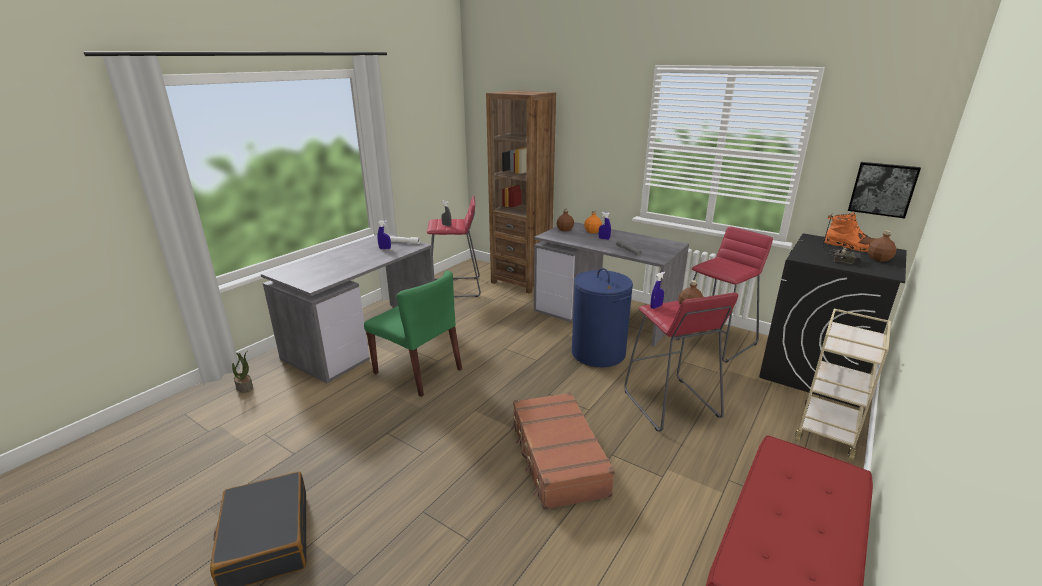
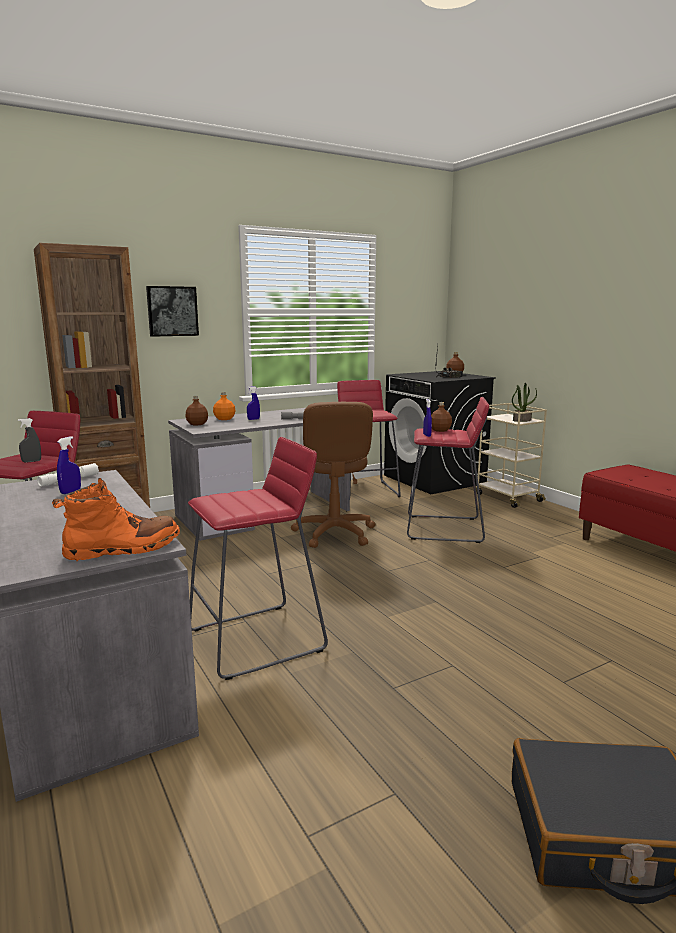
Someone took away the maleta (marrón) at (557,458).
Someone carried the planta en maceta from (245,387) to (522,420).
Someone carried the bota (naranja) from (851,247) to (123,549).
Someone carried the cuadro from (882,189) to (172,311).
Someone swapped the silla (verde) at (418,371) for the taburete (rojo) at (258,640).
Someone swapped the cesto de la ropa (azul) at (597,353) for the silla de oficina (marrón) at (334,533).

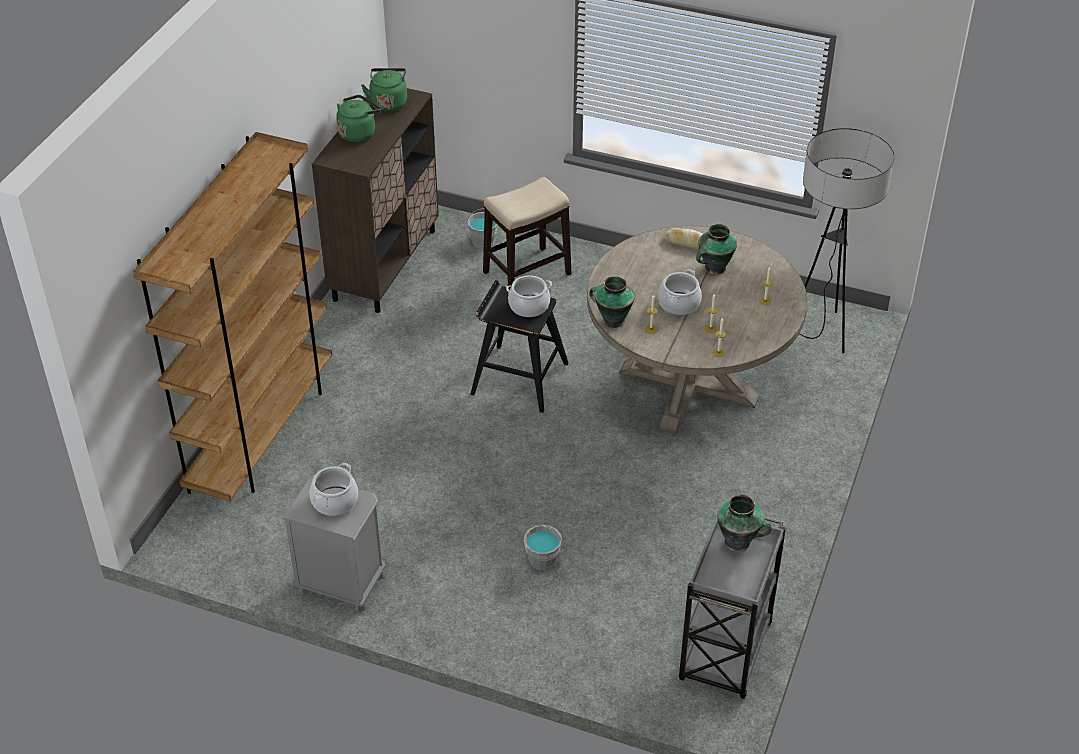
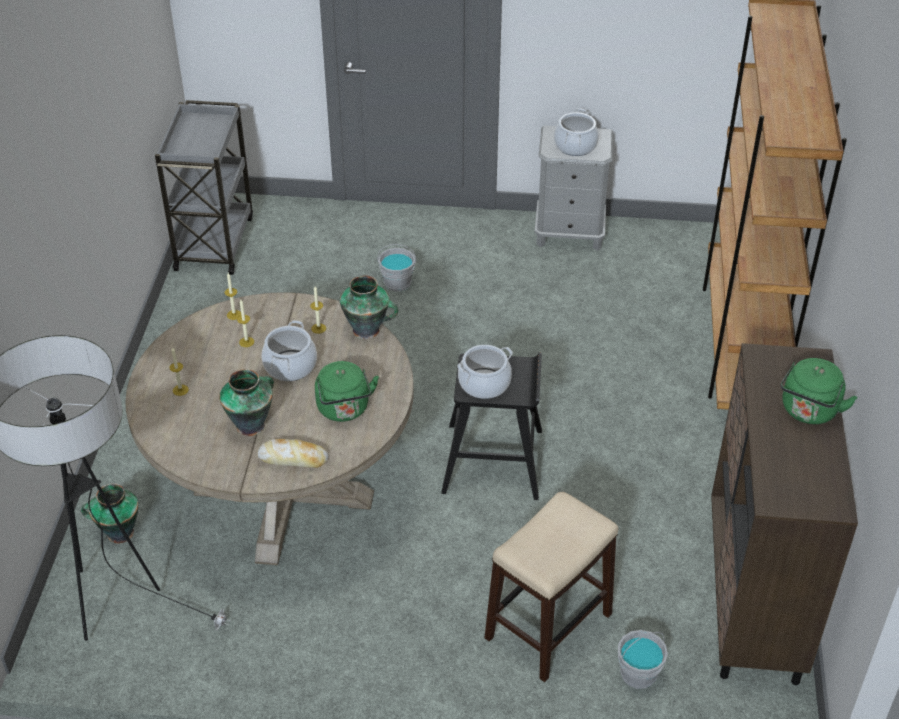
Someone carried the hervidor (verde) from (388,102) to (344,410).
Someone carried the florero from (738,542) to (118,533).

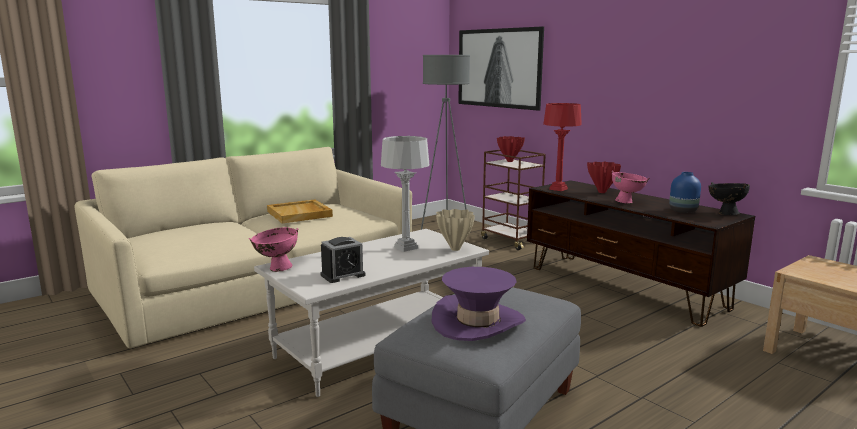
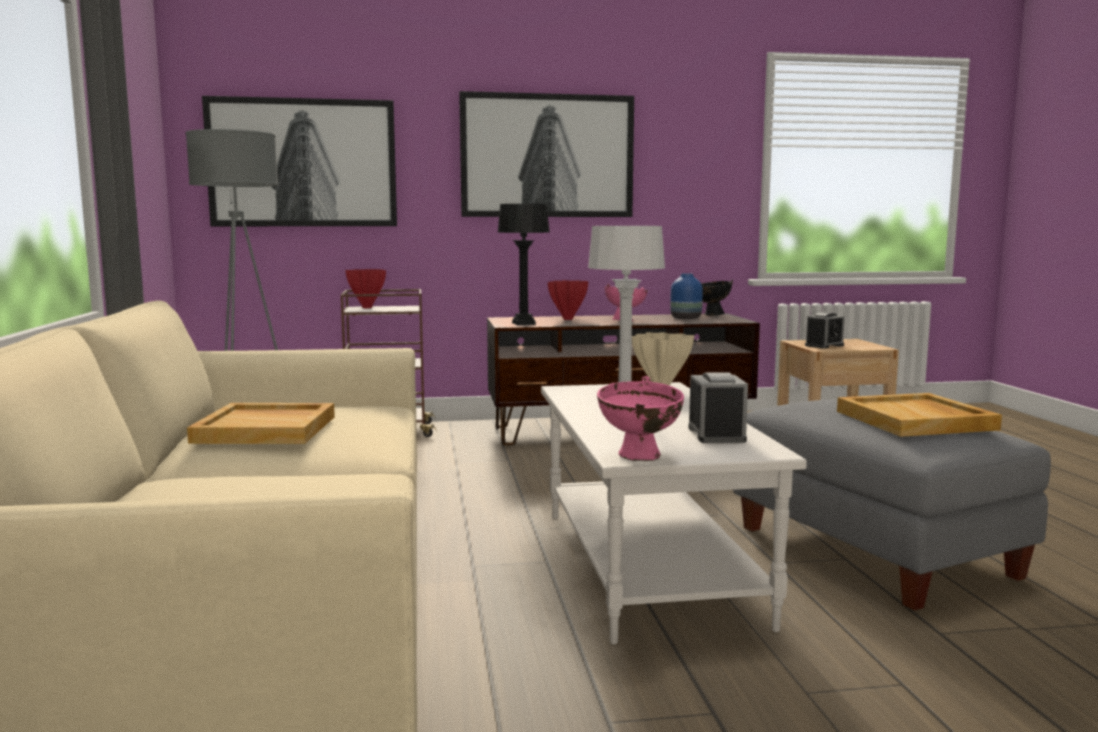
Someone put up the cuadro at (547,156).
Someone put down the despertador at (824,345).
Someone swapped the sombrero (morado) at (478,322) for the bandeja (beis) at (916,420).
Someone repainted the lámpara de mesa (rojo) at (558,189), which became the lámpara de mesa (negro) at (524,323).

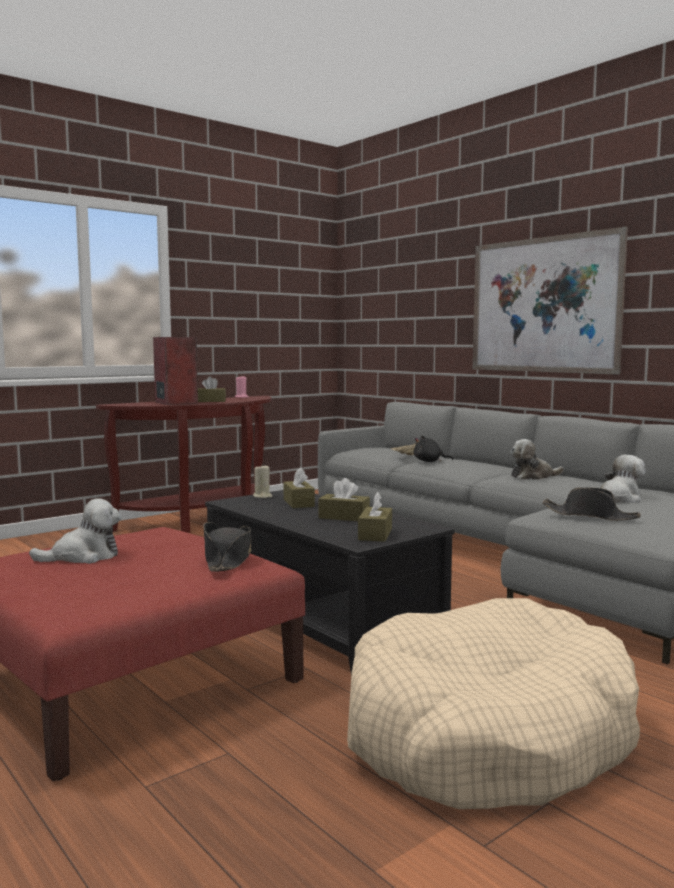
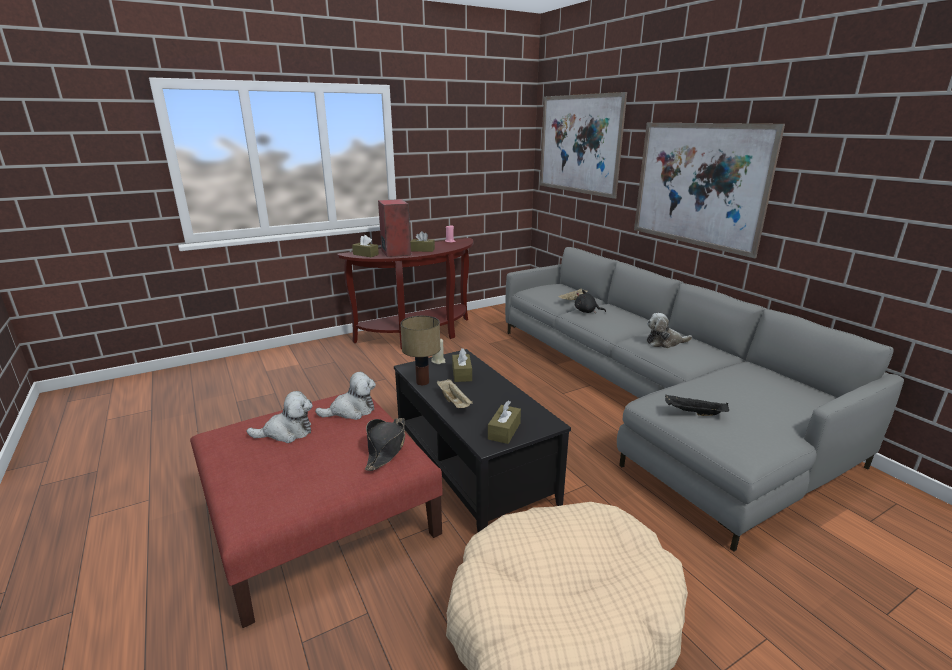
Someone put down the lámpara de mesa at (423,382).
Someone put down the bandeja (beis) at (454,402).
Someone put up the cuadro at (578,144).
Someone carried the caja de pañuelos (marrón) from (344,517) to (365,254).
Someone carried the peluche from (618,499) to (351,411).
Someone swapped the sombrero (negro) at (590,515) for the bandeja (negro) at (693,413).

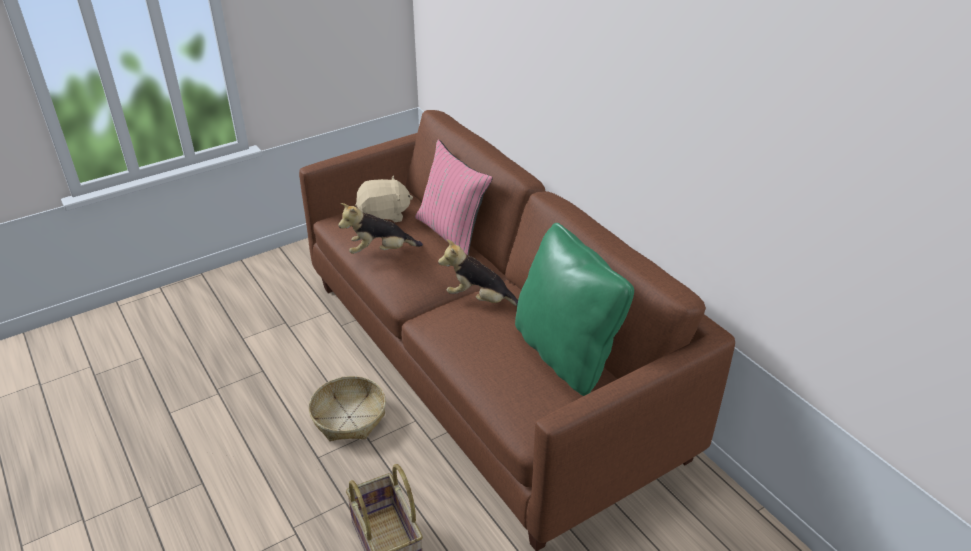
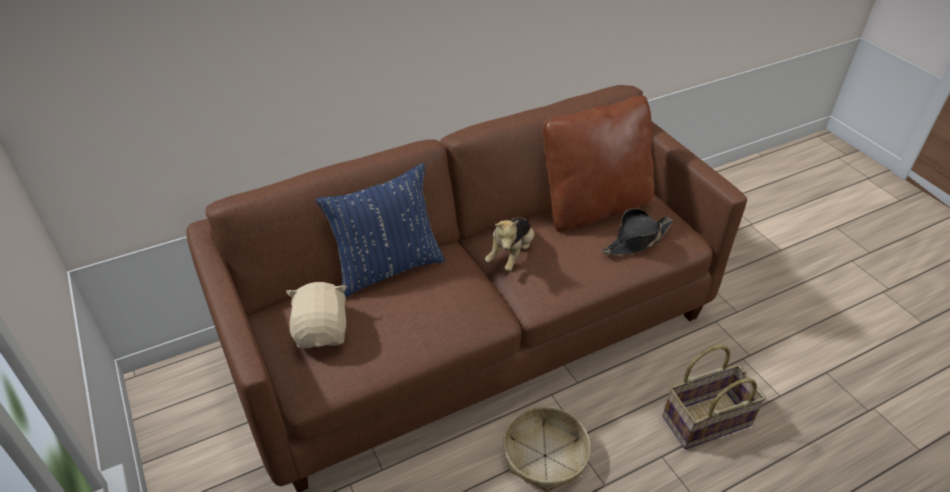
Someone took away the peluche at (380,251).
Someone put down the sombrero (negro) at (637,240).
Someone repainted the cojín (rosa) at (452,234), which became the cojín (azul) at (387,268).
Someone repainted the cojín (verde) at (566,354), which became the cojín (marrón) at (594,207).

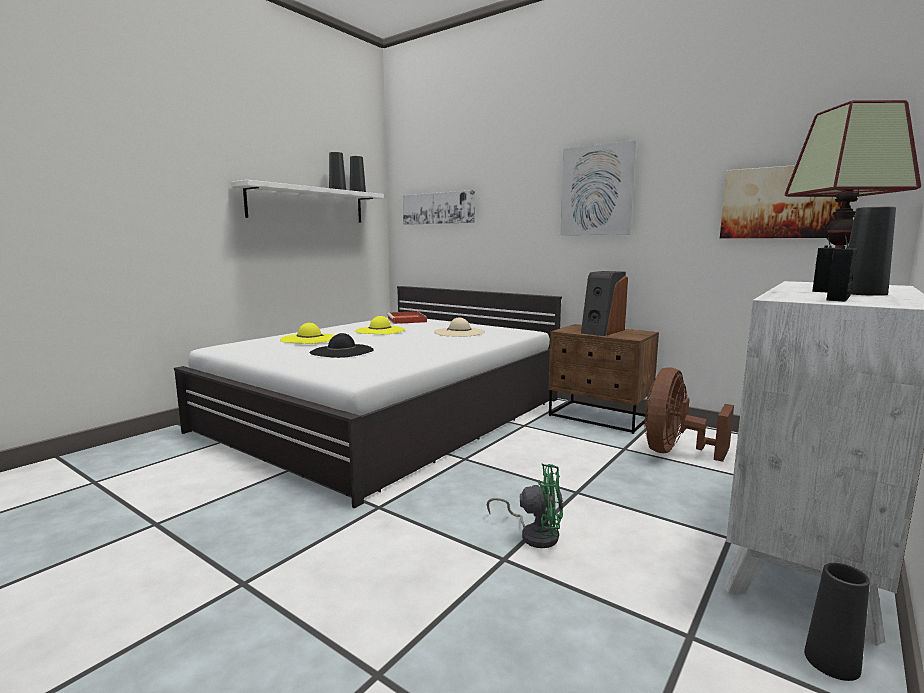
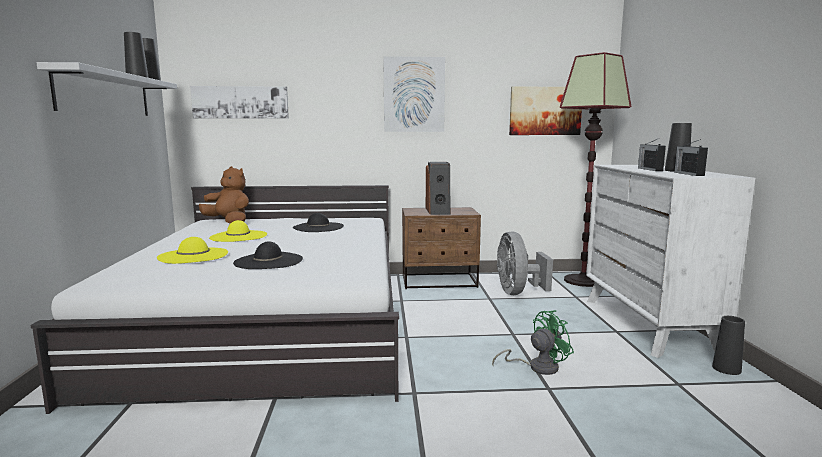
Someone swapped the bandeja (rojo) at (407,320) for the peluche (marrón) at (229,222).
Someone repainted the sombrero (beis) at (459,332), which became the sombrero (negro) at (318,227).
Someone repainted the ventilador (marrón) at (675,452), which became the ventilador (gris) at (518,292).

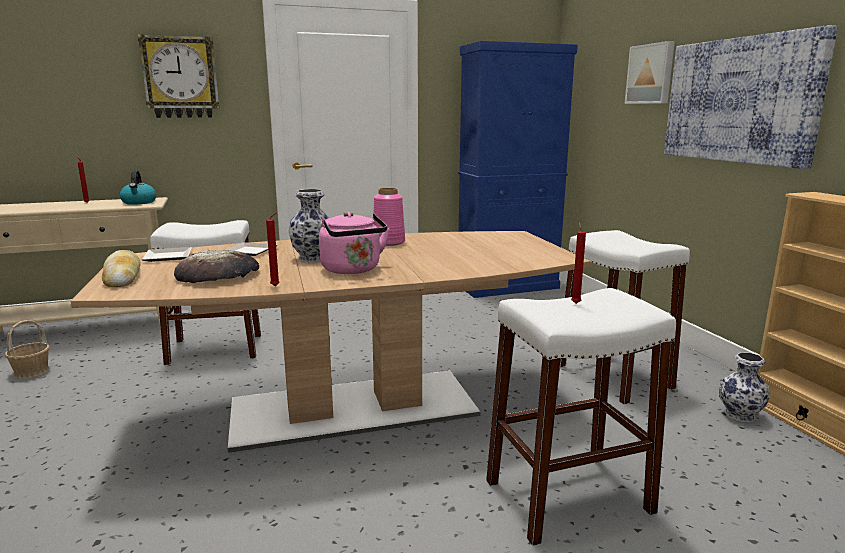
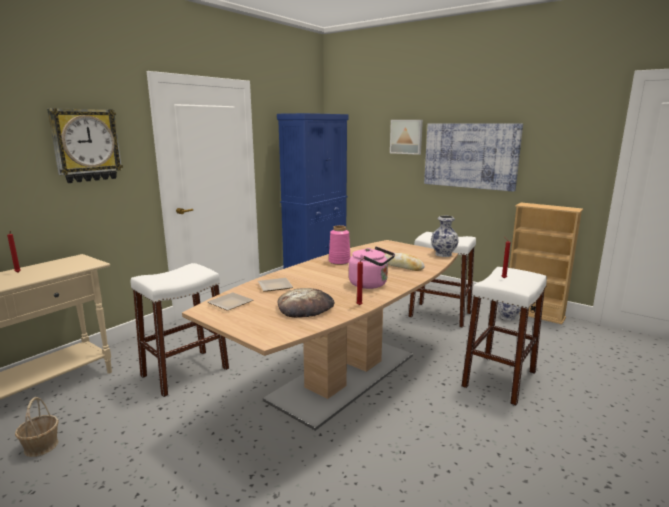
Someone took away the hervidor at (139,202).
Someone carried the pan from (122,277) to (402,266).
Someone carried the florero from (313,258) to (444,254).

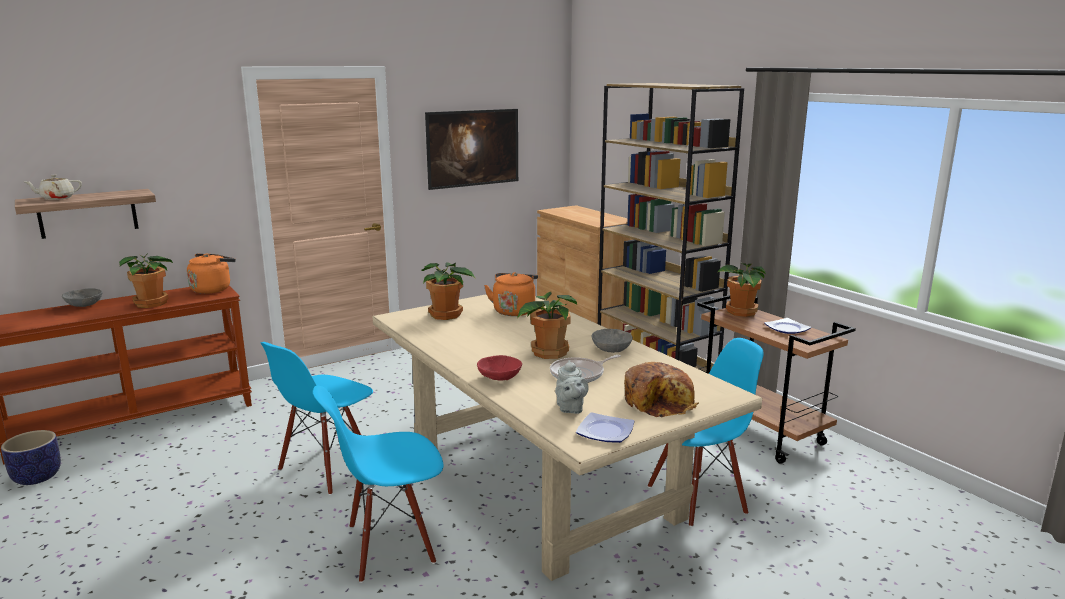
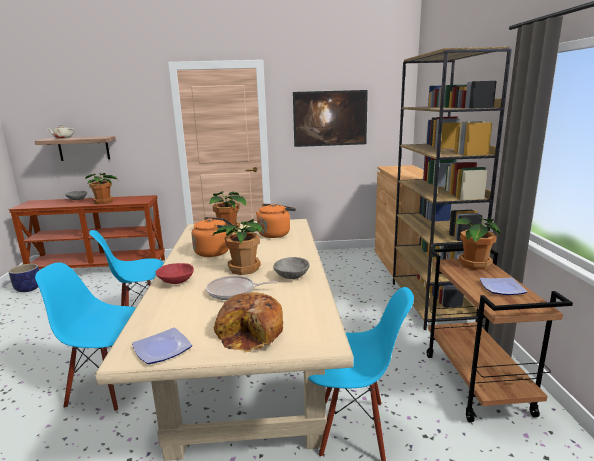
Someone took away the tetera (gris) at (570,409).
Someone carried the hervidor (naranja) from (213,289) to (215,252).

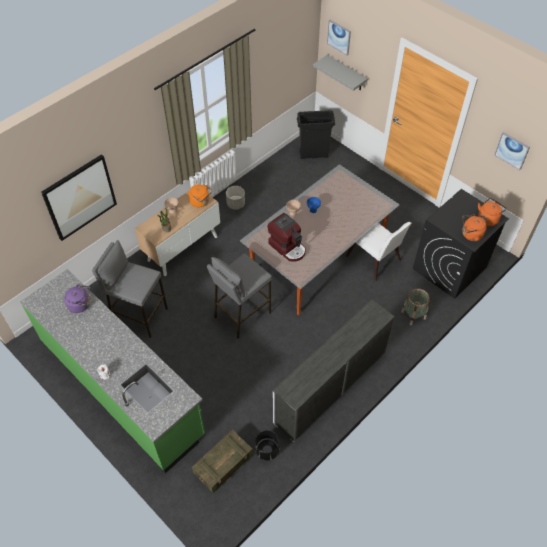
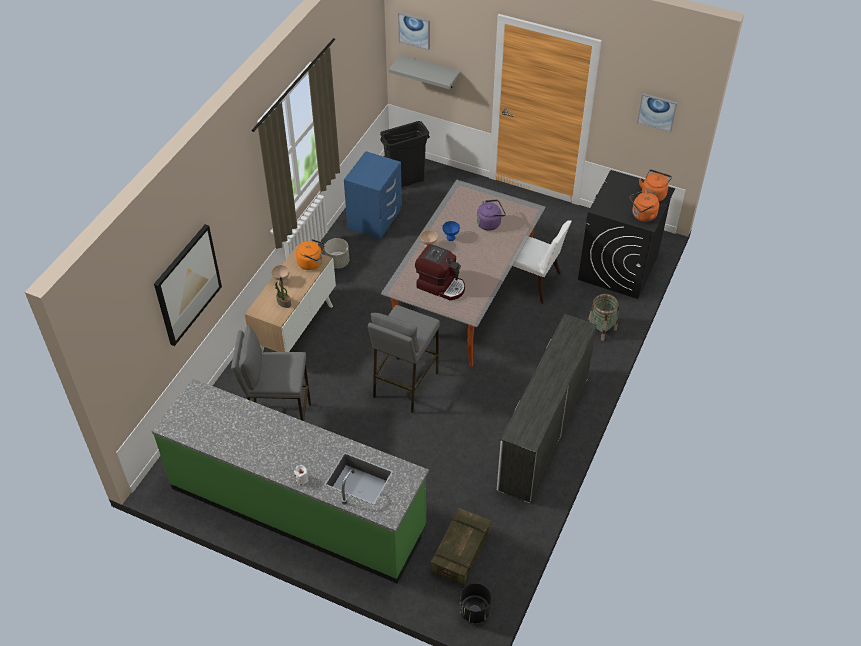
Someone put down the mesita de noche (azul) at (375,219).
Someone carried the hervidor (morado) from (81,305) to (490,223).
Someone carried the maceta (negro) from (267,450) to (474,611).

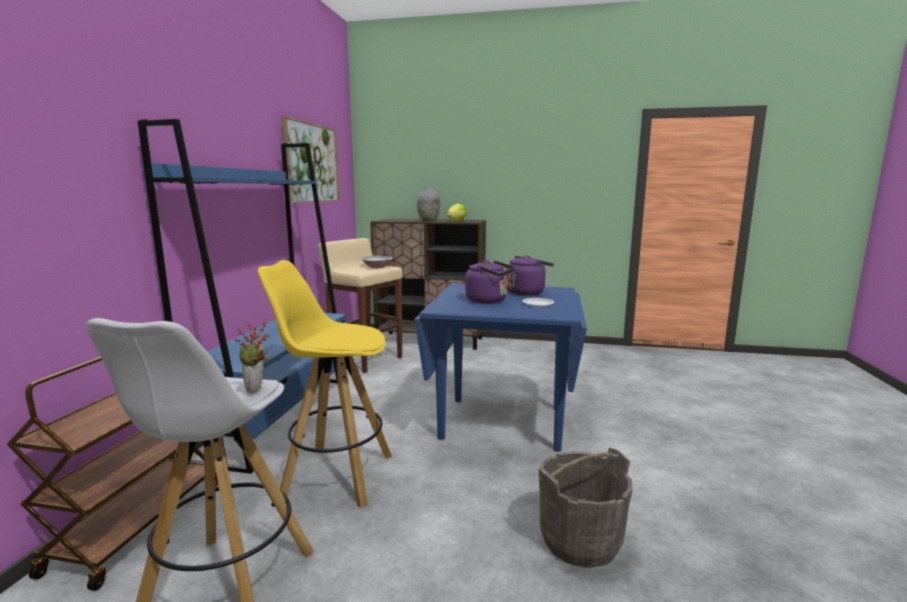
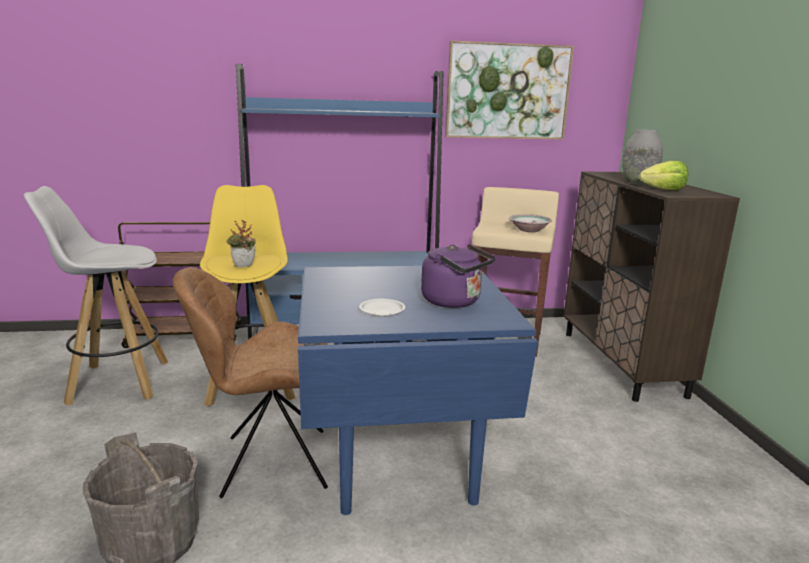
Someone took away the hervidor (morado) at (489,300).
Someone put down the silla (marrón) at (270,462).
Someone carried the planta en maceta from (257,390) to (243,267).

